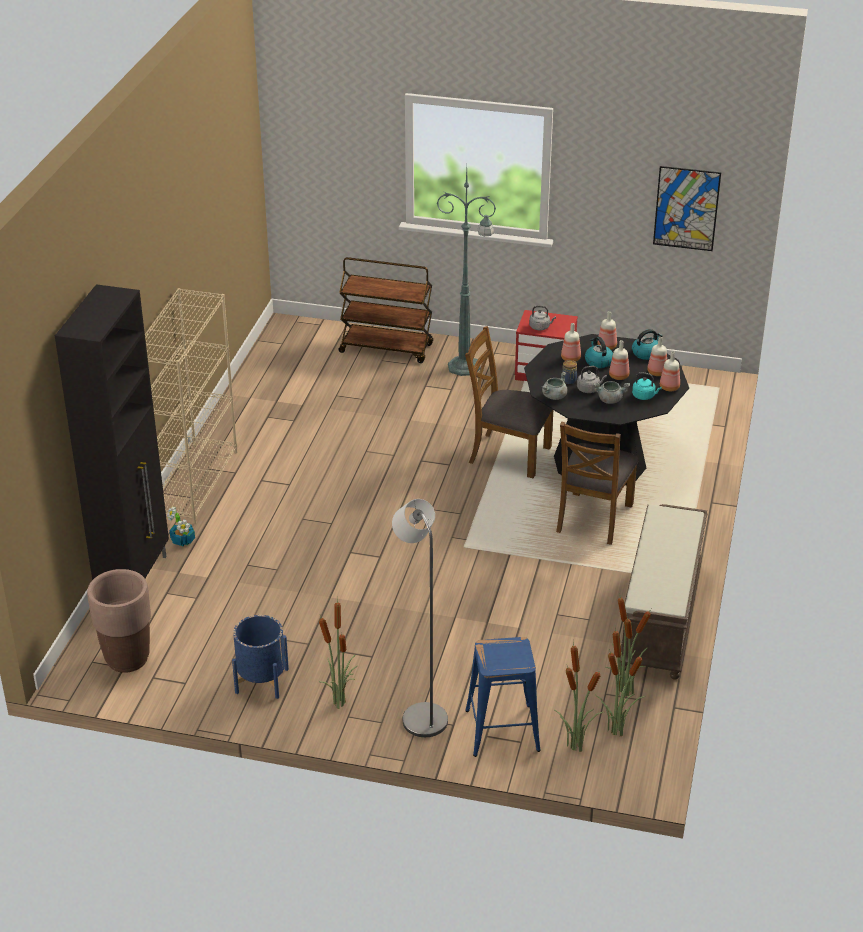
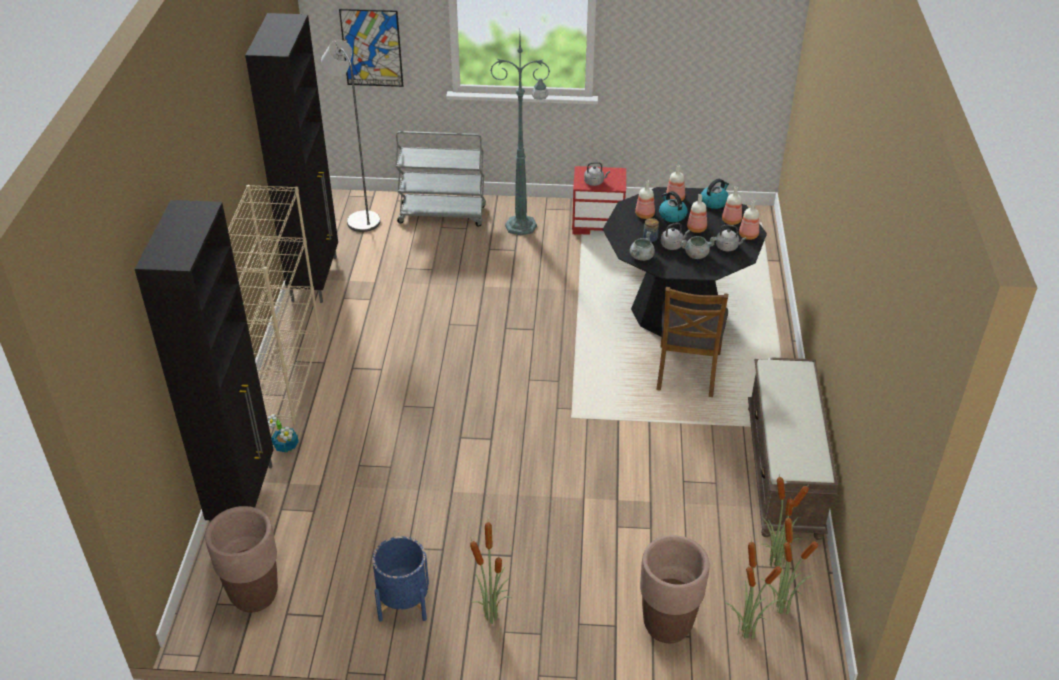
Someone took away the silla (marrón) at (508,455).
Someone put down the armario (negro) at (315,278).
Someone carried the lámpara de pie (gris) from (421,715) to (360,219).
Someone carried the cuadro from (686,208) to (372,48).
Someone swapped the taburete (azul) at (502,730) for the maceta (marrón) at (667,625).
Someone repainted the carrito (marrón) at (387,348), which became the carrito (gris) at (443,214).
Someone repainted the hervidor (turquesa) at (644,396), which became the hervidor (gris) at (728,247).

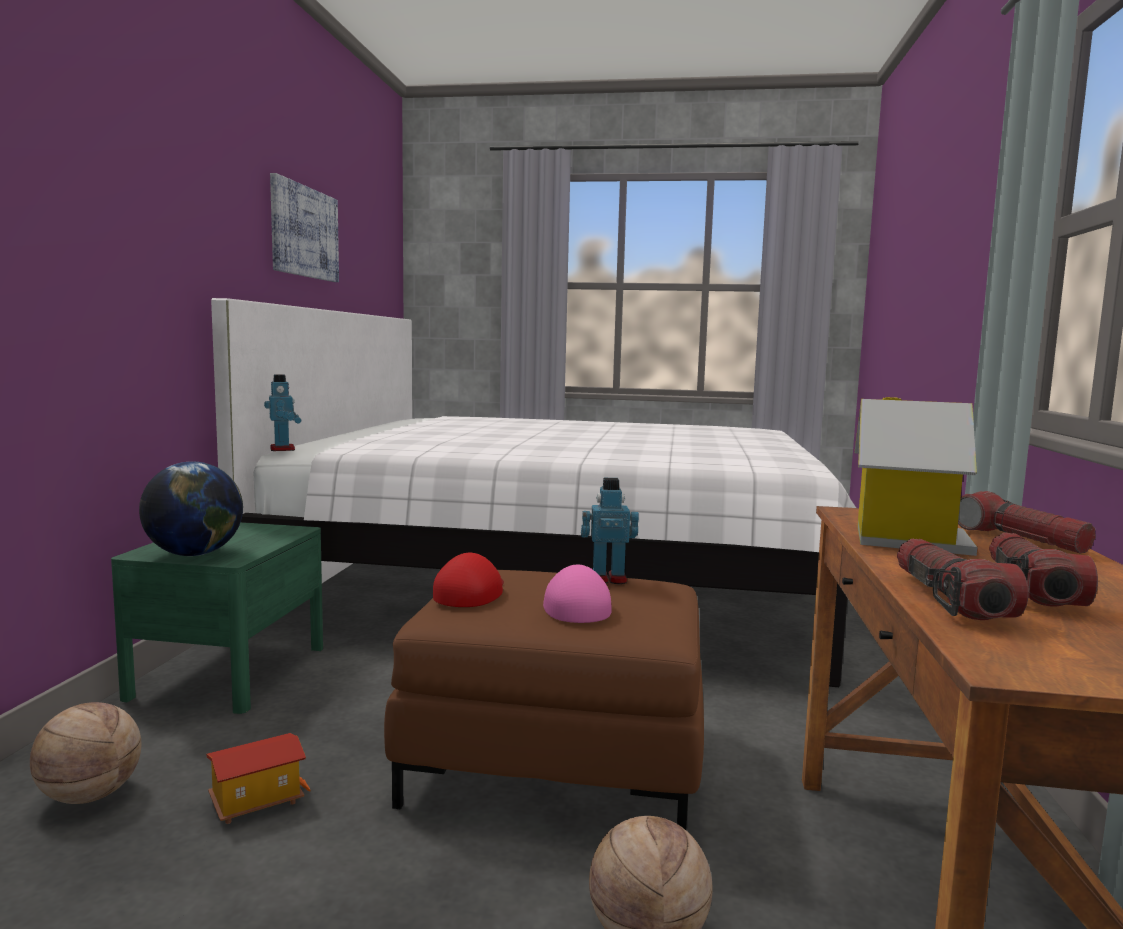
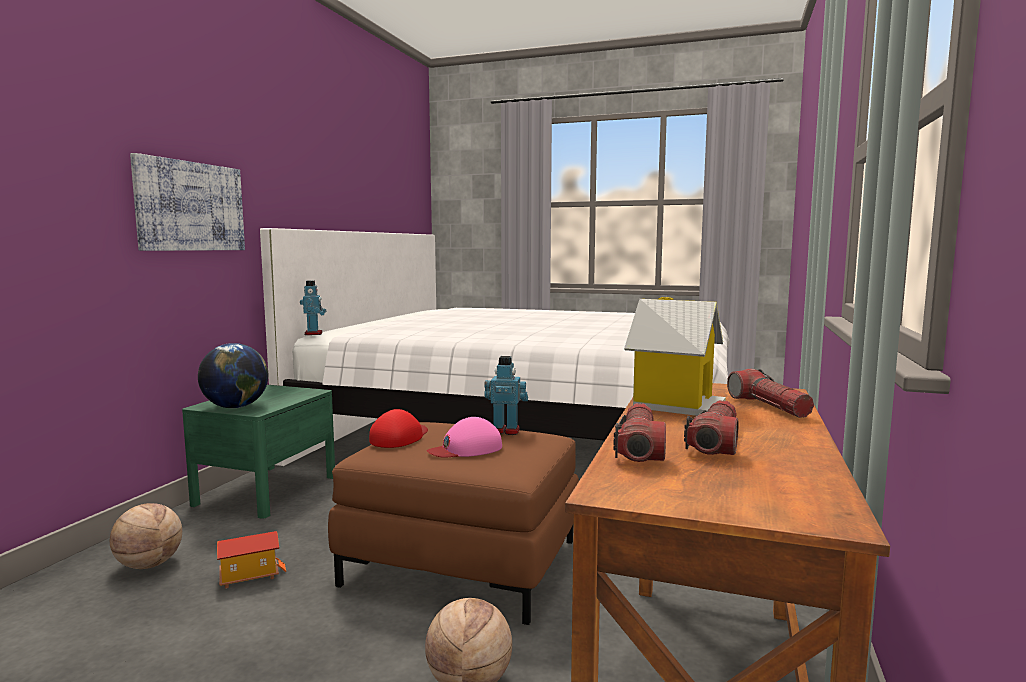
Someone carried the cuadro from (304,232) to (190,206).
Someone rotated the gorra (rosa) at (576,605) by 120 degrees counterclockwise.

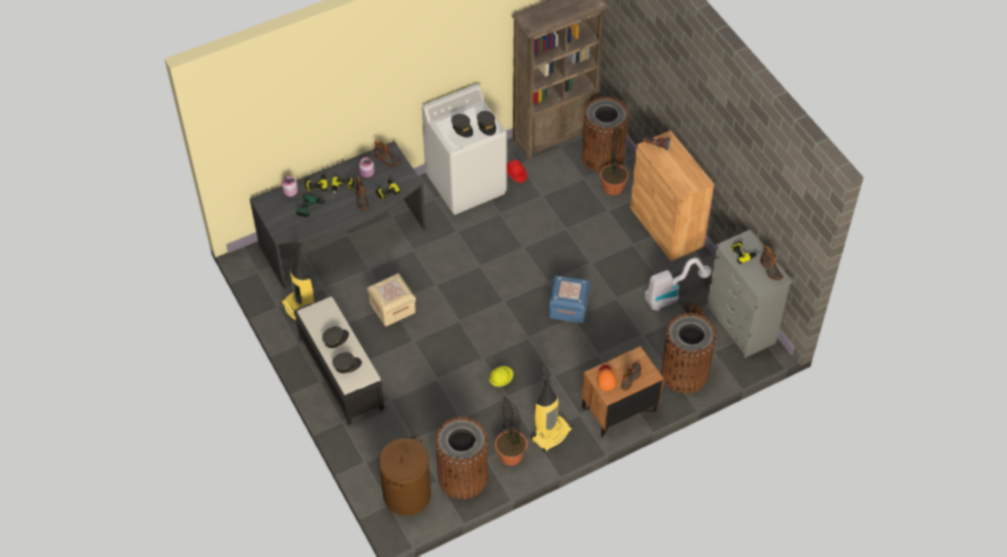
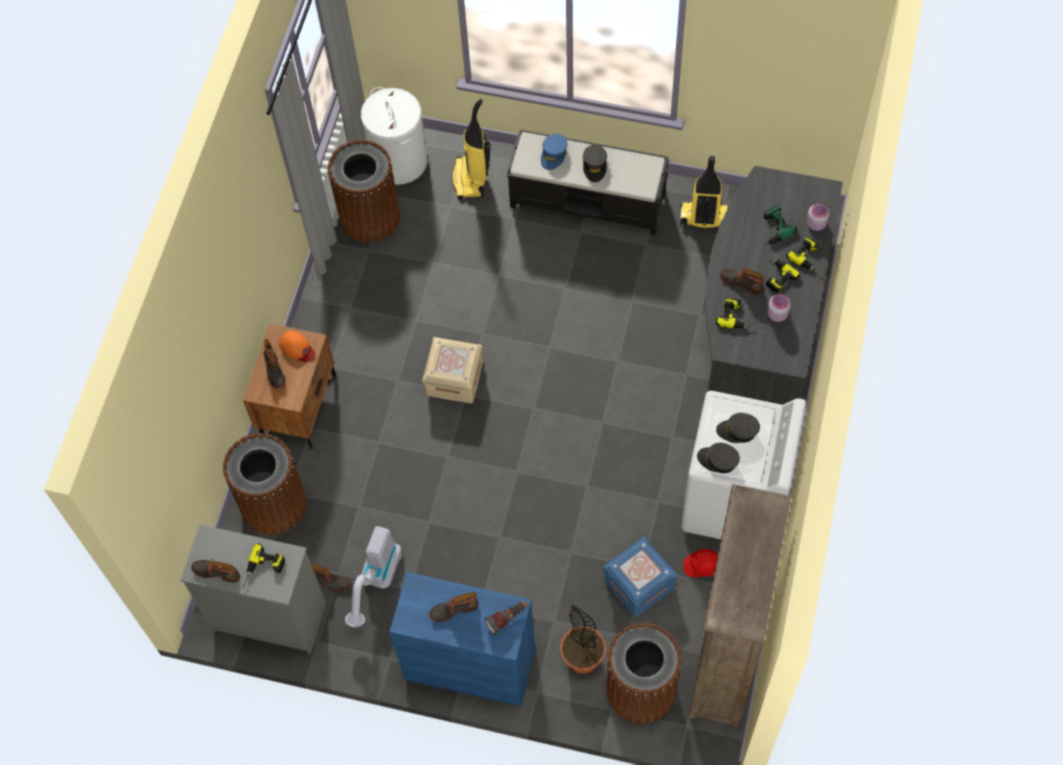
Someone took away the casco (amarillo) at (501,380).
Someone took away the planta en maceta at (511,455).
Someone carried the caja de almacenaje (beis) from (392,307) to (454,379).
Someone carried the bota from (387,160) to (453,609).
Someone carried the aspiradora from (551,434) to (471,179).
Someone carried the caja de almacenaje (azul) from (568,307) to (639,584).
Someone repainted the gorra (gris) at (347,365), which became the gorra (azul) at (553,155).
Someone repainted the cesto de la ropa (marrón) at (407,495), which became the cesto de la ropa (blanco) at (398,161).
Someone repainted the armario (marrón) at (666,227), which became the armario (azul) at (470,664).

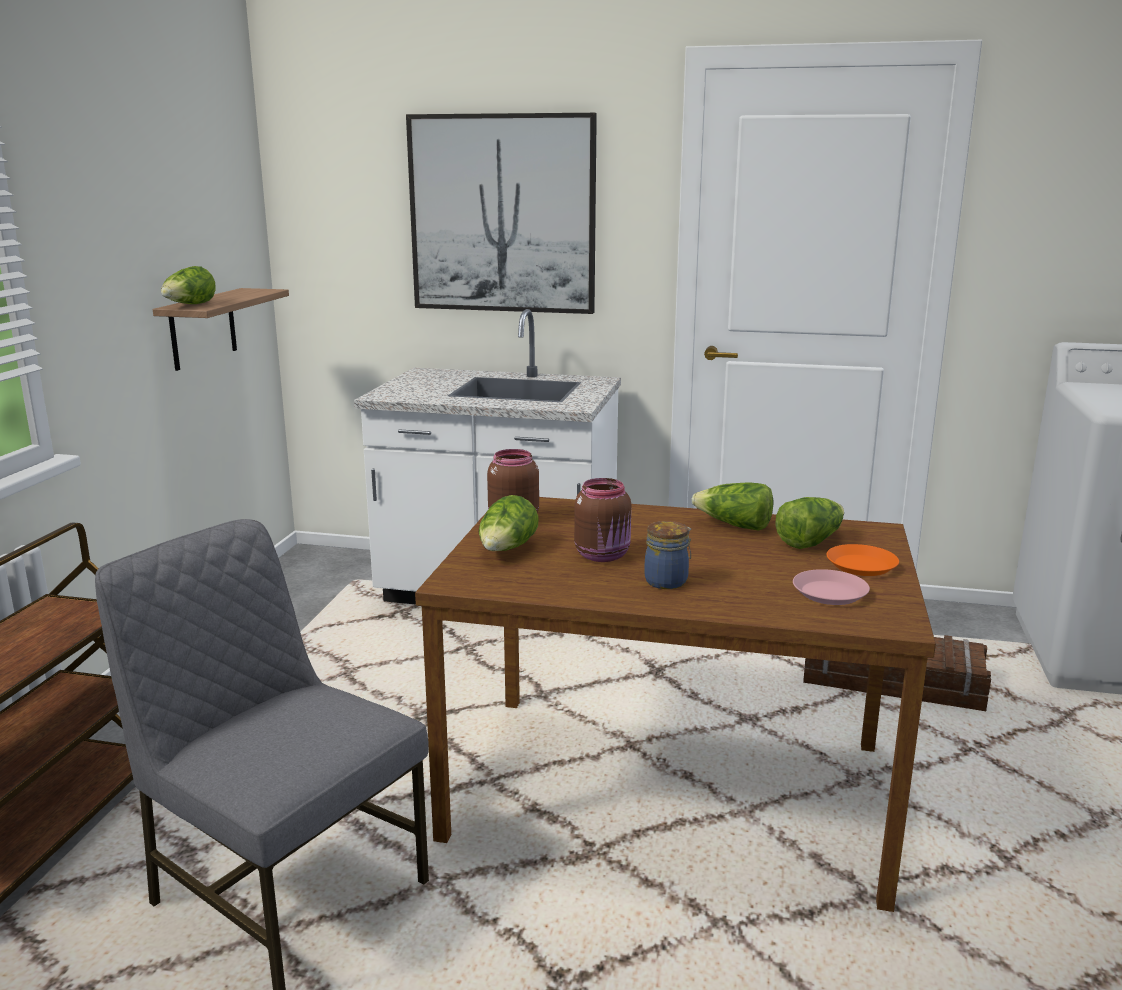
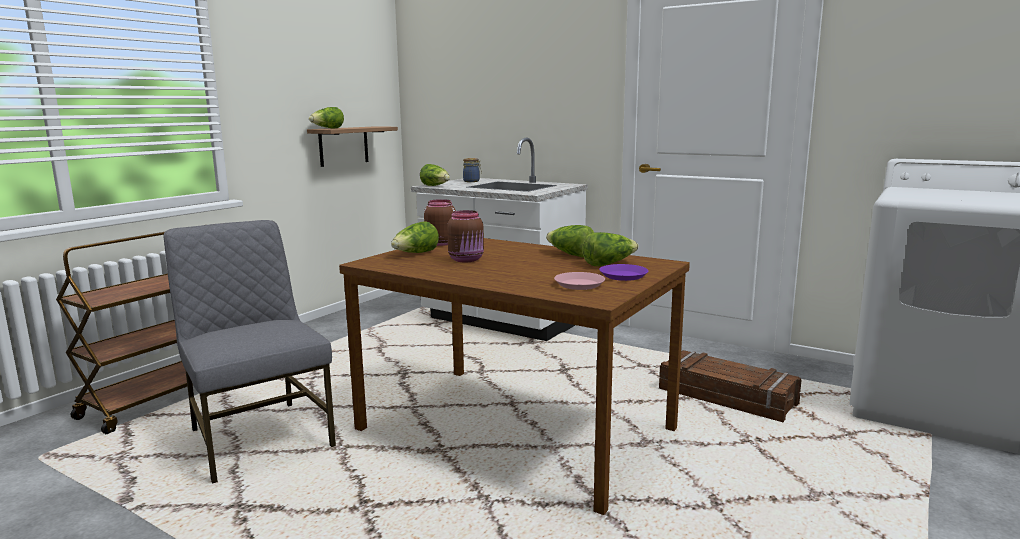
Someone took away the cuadro at (502,214).
Someone put down the lechuga at (436,186).
Someone carried the tarro from (667,581) to (472,181).
Someone repainted the plato (naranja) at (861,566), which became the plato (morado) at (623,276).

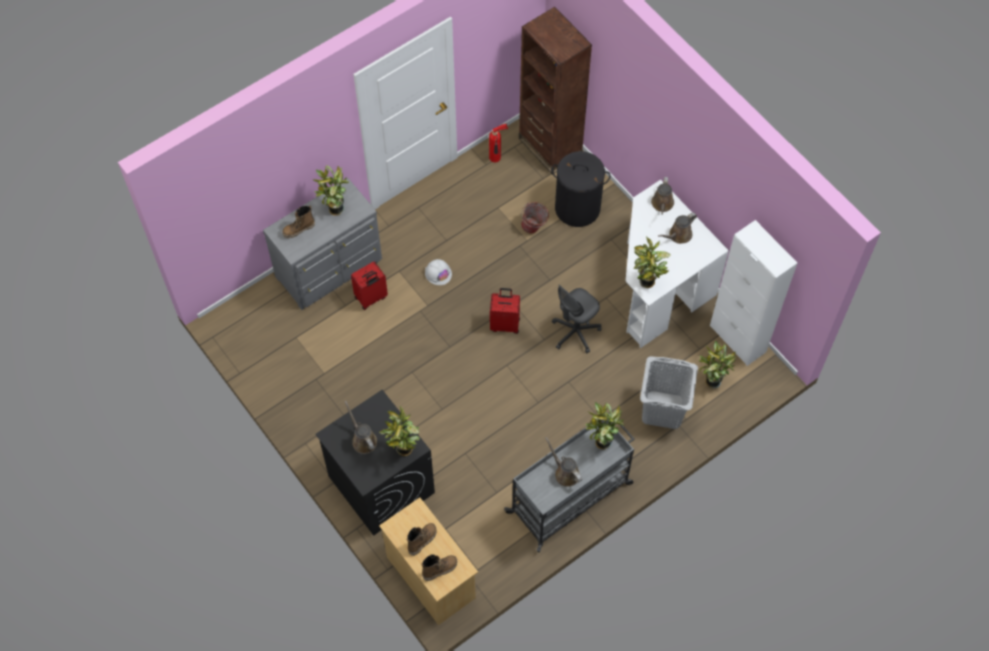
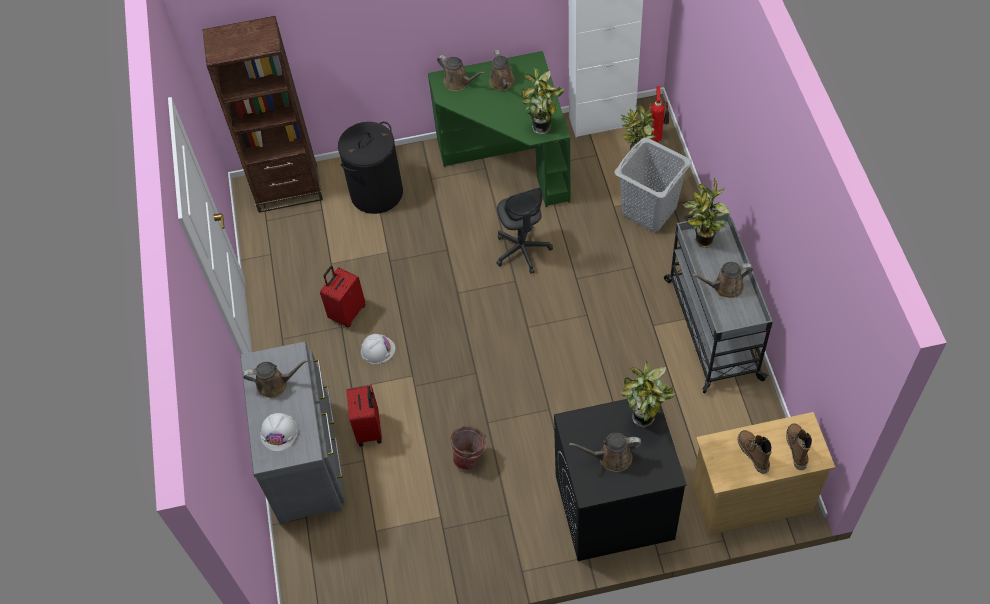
Someone carried the extintor from (496,158) to (656,136).
Someone carried the maleta (rojo) from (505,324) to (347,313).
Someone carried the cubo from (534,228) to (470,457).
Someone swapped the bota at (299,230) for the casco (blanco) at (279,433).
Someone swapped the planta en maceta at (334,209) for the regadera (marrón) at (275,384).
Someone repainted the escritorio (blanco) at (657,286), which became the escritorio (verde) at (508,161).

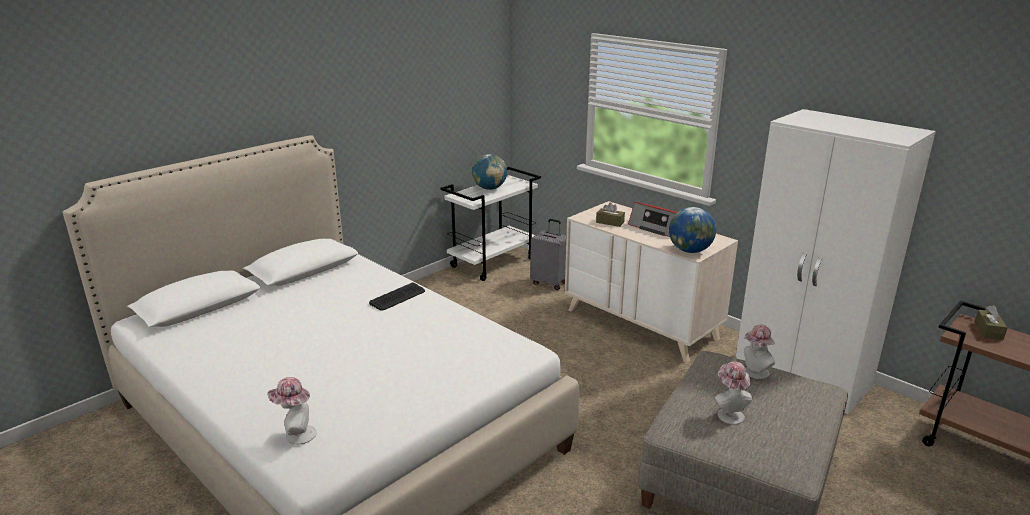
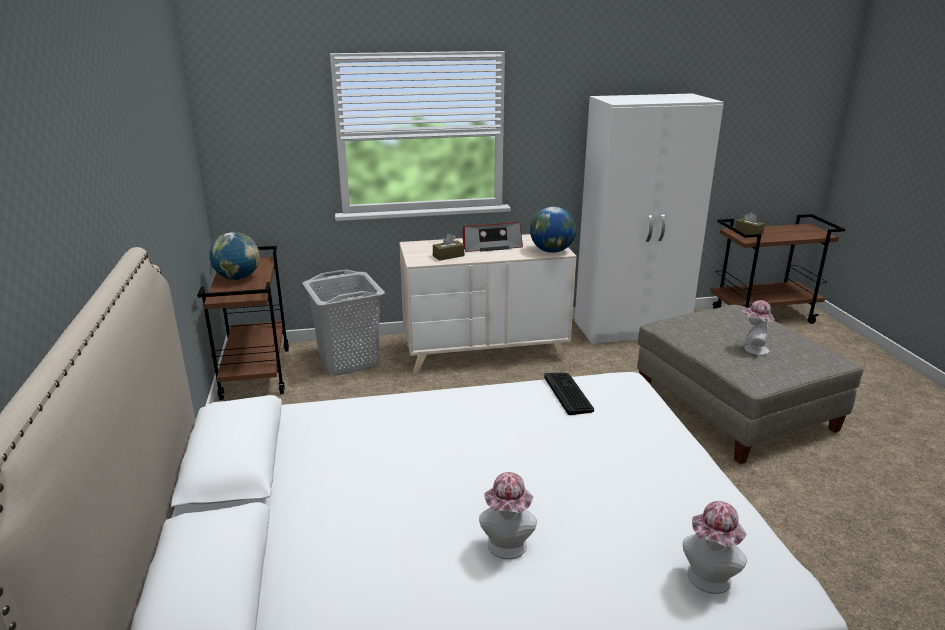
Someone carried the teclado from (398,297) to (568,393).
Someone carried the sombrero from (754,373) to (507,549).
Someone swapped the maleta (gris) at (549,283) for the cesto de la ropa (gris) at (349,361).
Someone repainted the carrito (blanco) at (493,262), which became the carrito (marrón) at (255,373).

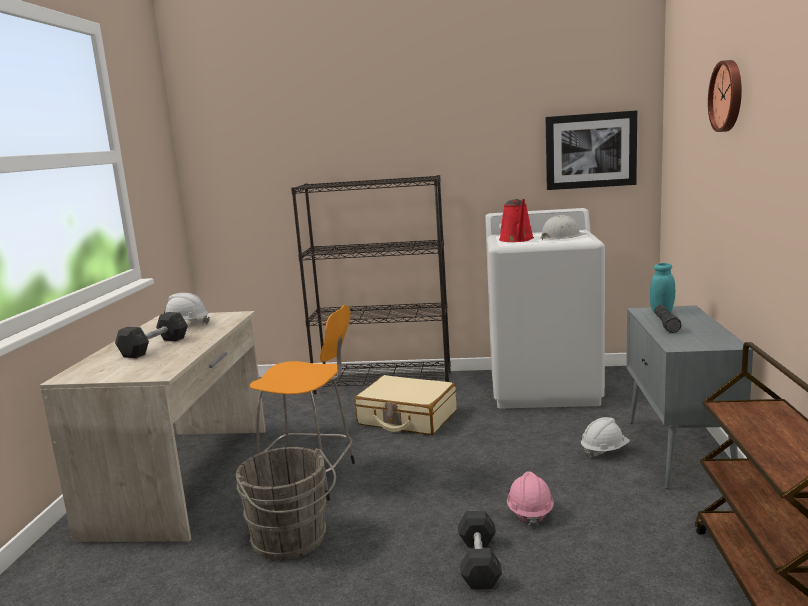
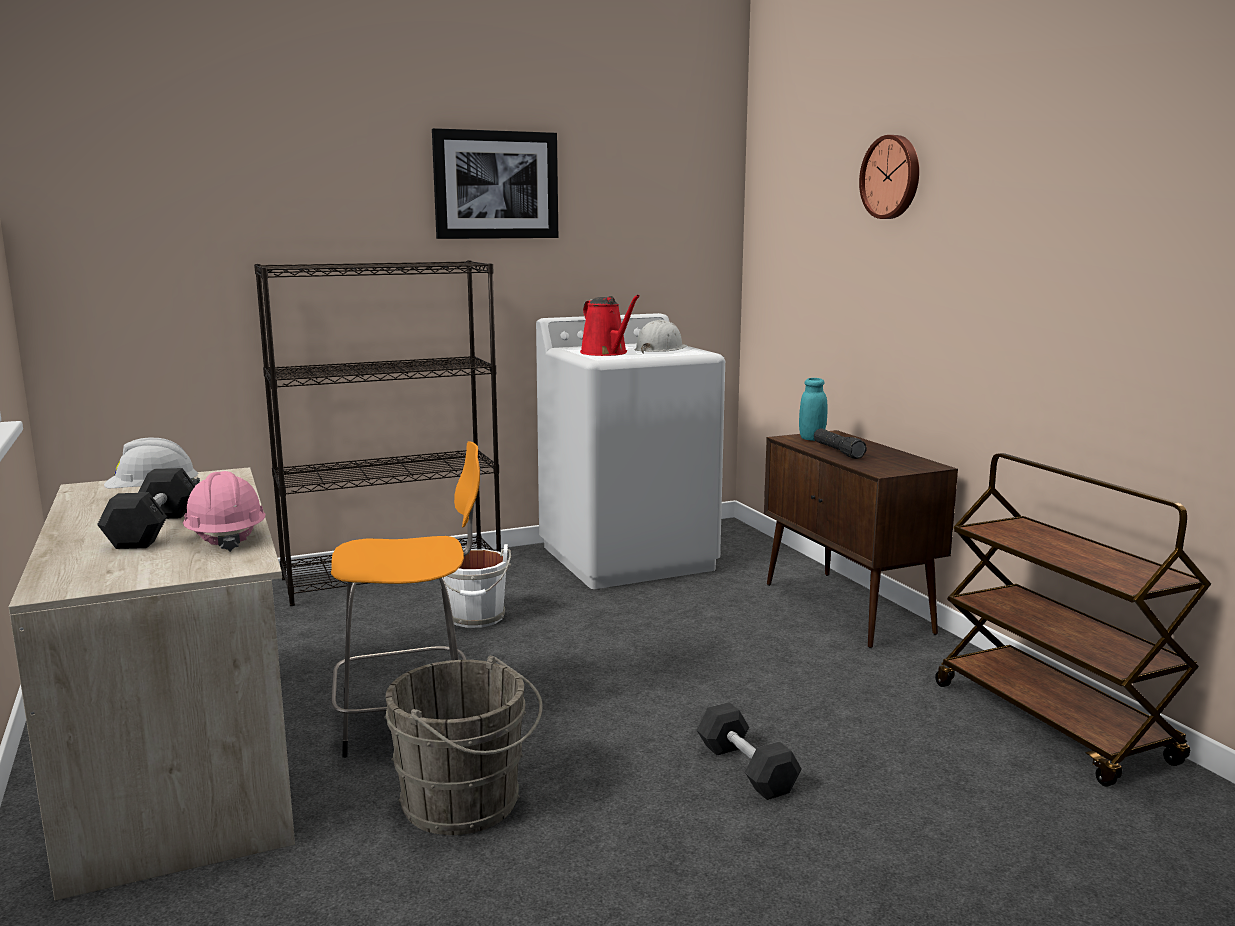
Someone took away the casco (blanco) at (604,451).
Someone carried the casco (rosa) from (530,512) to (226,538).
Someone carried the cuadro from (590,150) to (496,185).
Someone swapped the maleta (beis) at (407,418) for the cubo (blanco) at (477,618).
Someone repainted the armario (gris) at (679,453), which became the armario (marrón) at (848,609).

